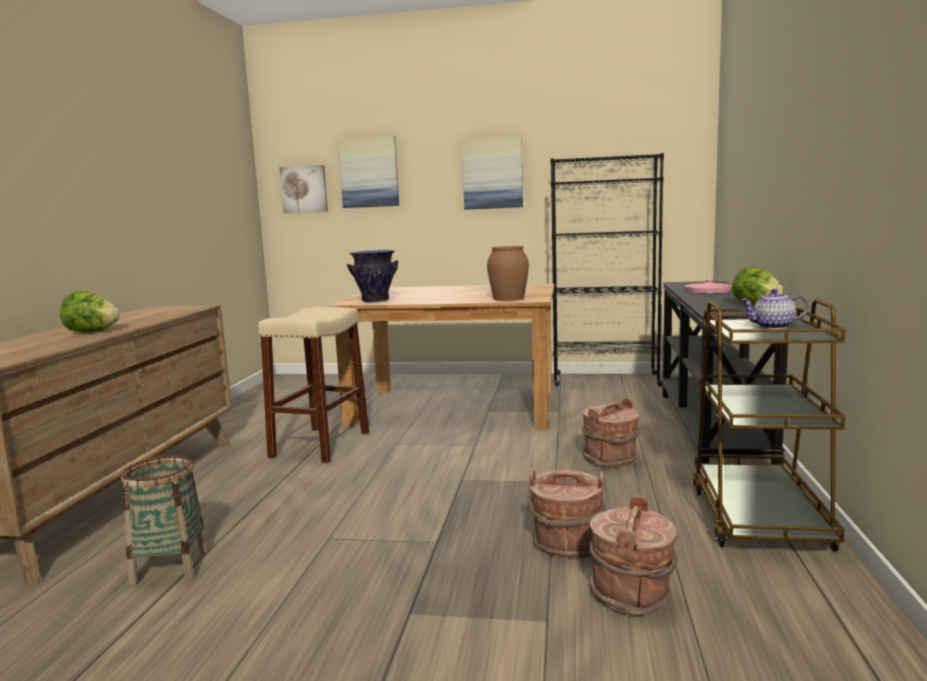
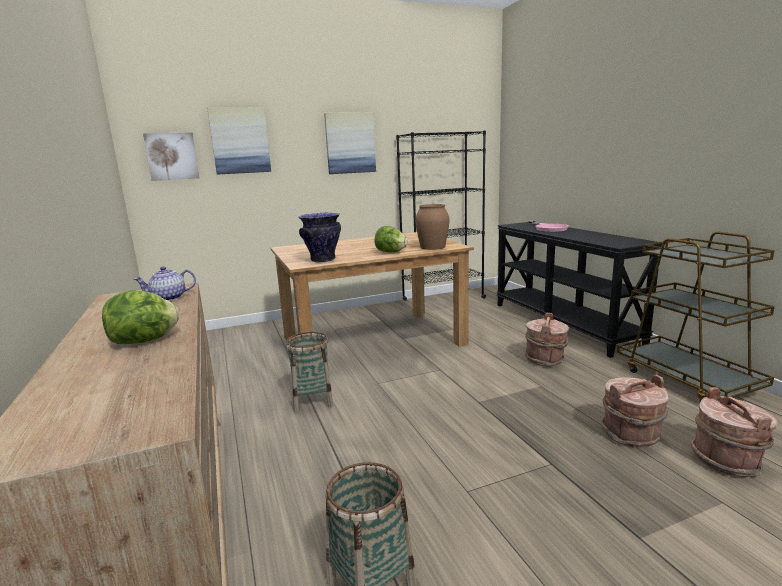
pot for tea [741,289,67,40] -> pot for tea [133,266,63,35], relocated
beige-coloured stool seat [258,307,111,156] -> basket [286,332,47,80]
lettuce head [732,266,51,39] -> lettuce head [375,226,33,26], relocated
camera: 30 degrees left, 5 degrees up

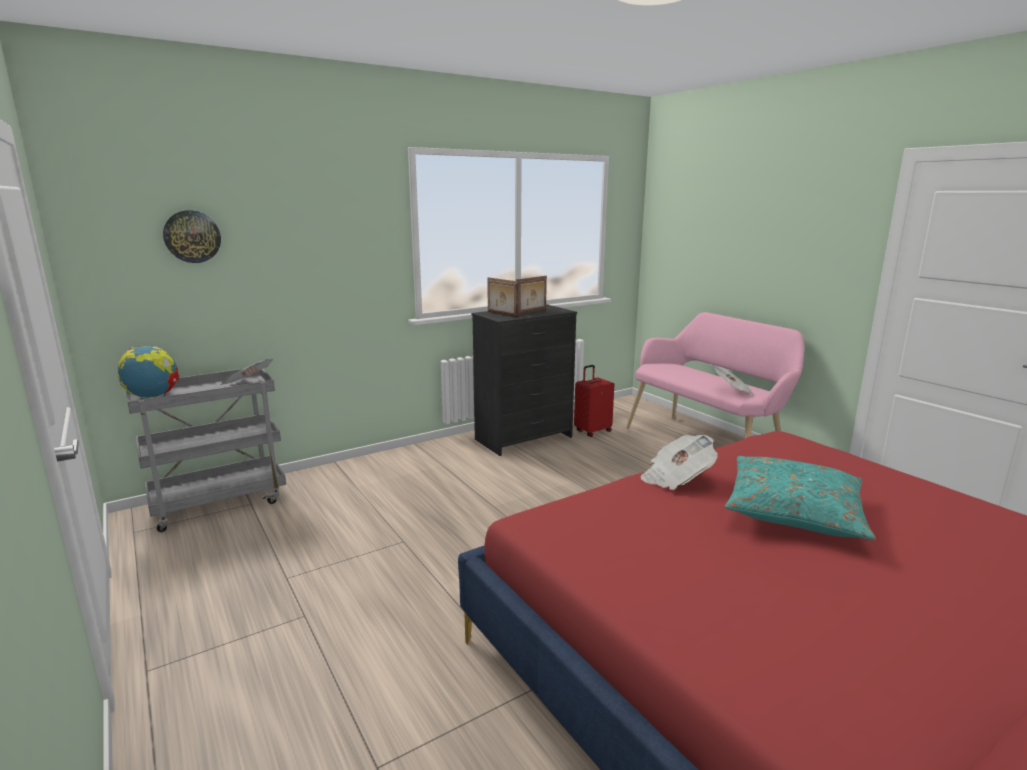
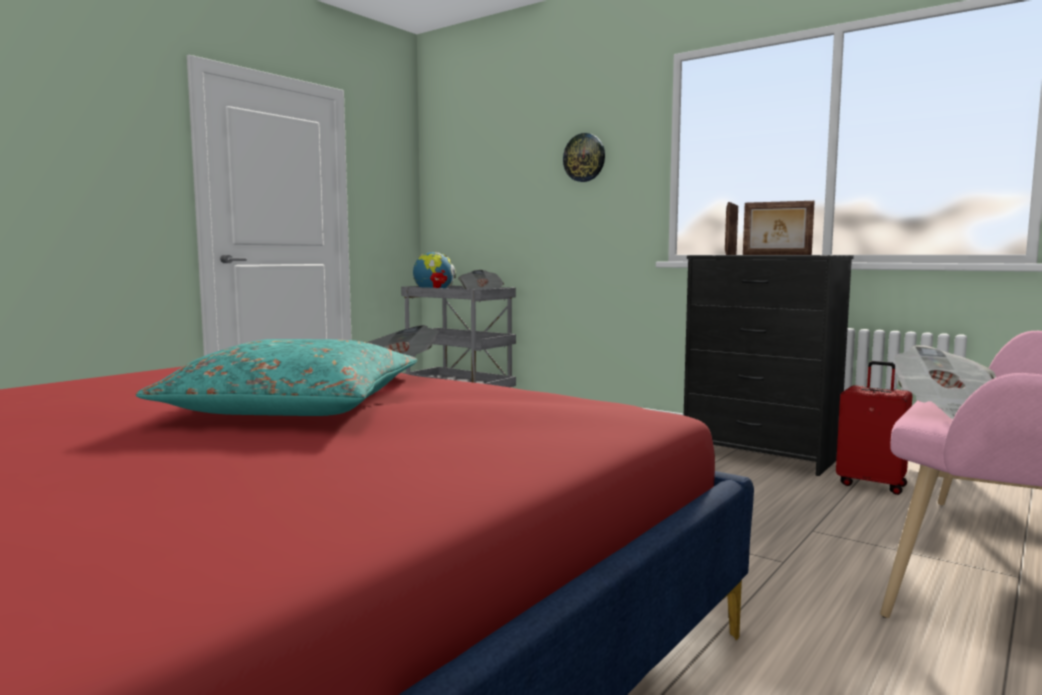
hanging clock [163,210,58,53] -> hanging clock [563,133,42,49], relocated
camera: 70 degrees right, 10 degrees down

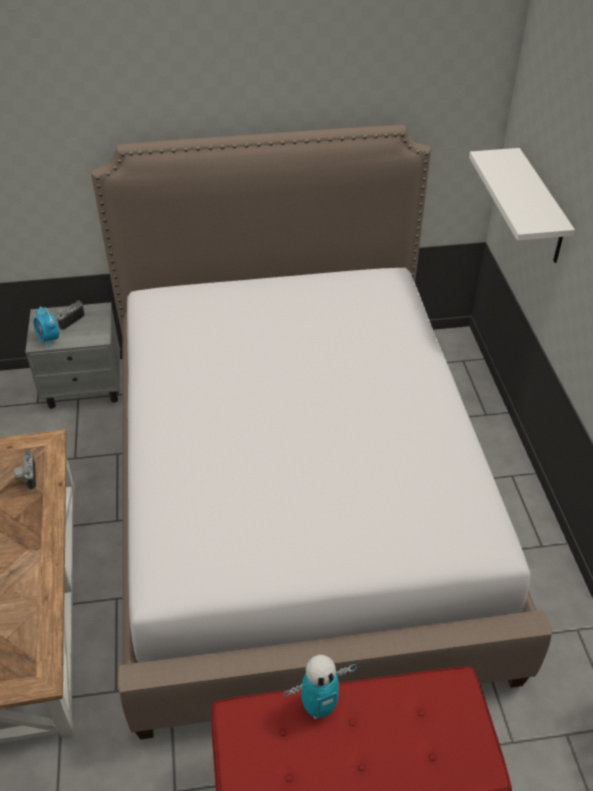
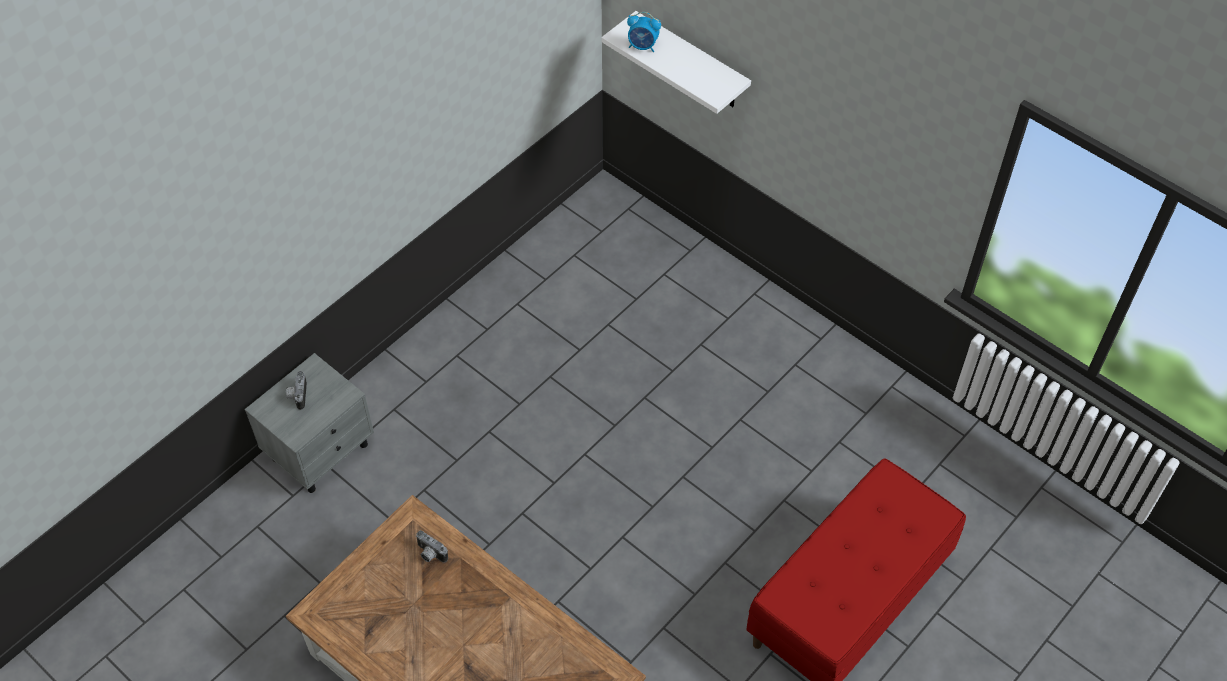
table clock [34,306,25,41] -> table clock [627,12,34,40], relocated
bed [91,125,461,615] -> none
toy robot [284,655,73,64] -> none
camera: 40 degrees left, 10 degrees up

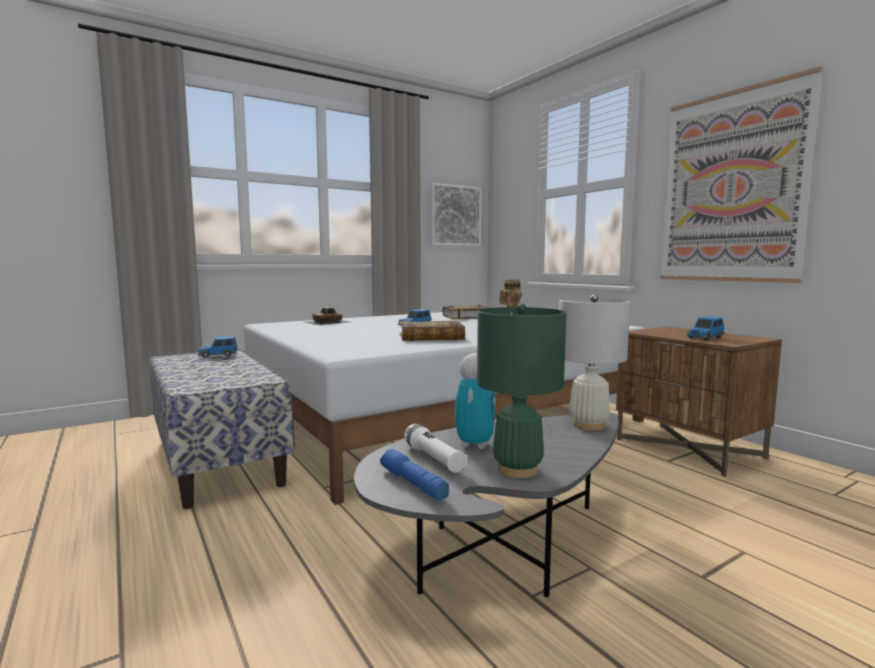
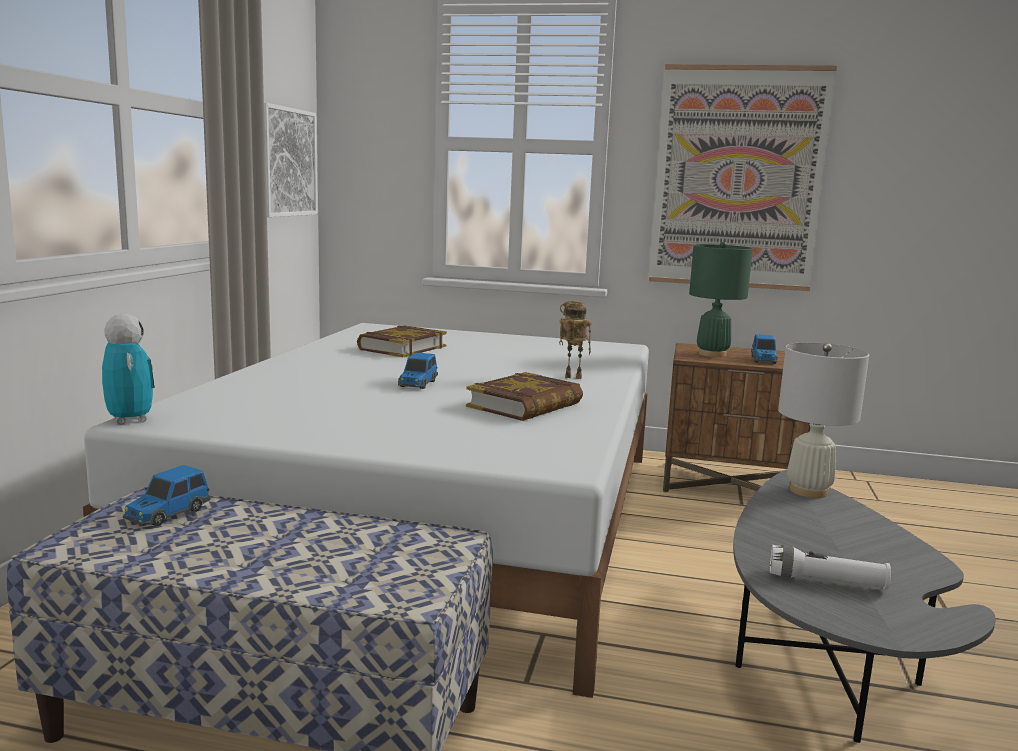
toy robot [455,353,41,96] -> toy robot [102,313,53,112], relocated
green lamp for a table [477,304,89,174] -> green lamp for a table [689,242,64,115], relocated
miniature car [305,307,44,18] -> none
blue-coloured torch [380,449,69,51] -> none
camera: 45 degrees left, 5 degrees up

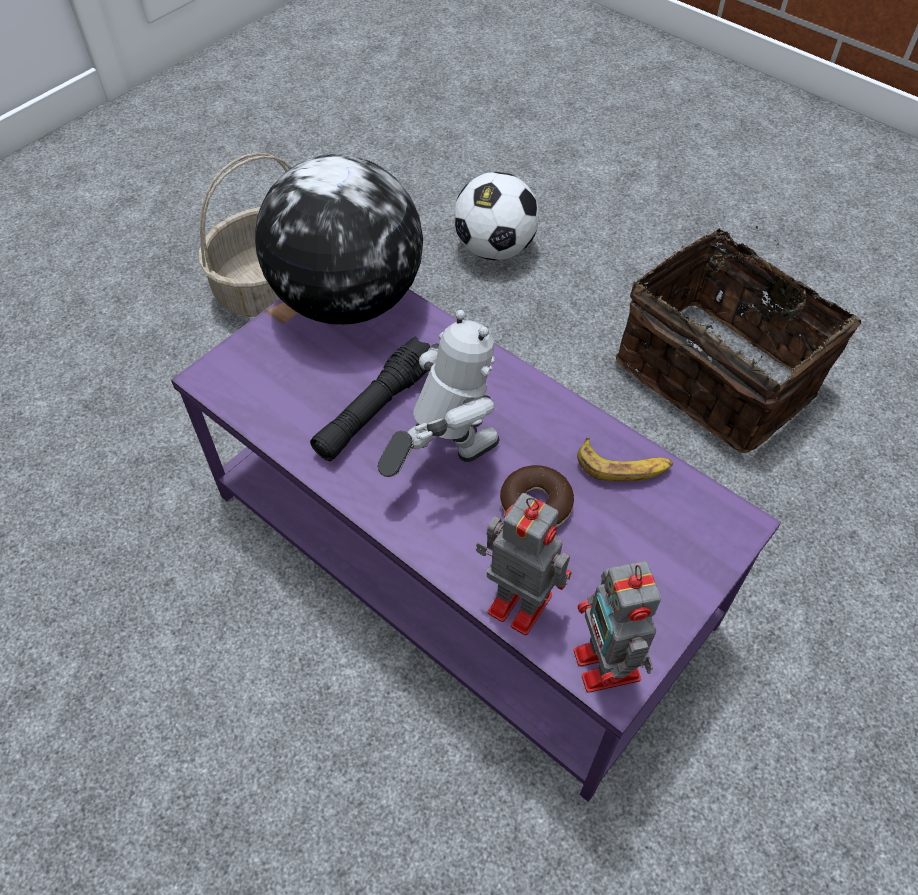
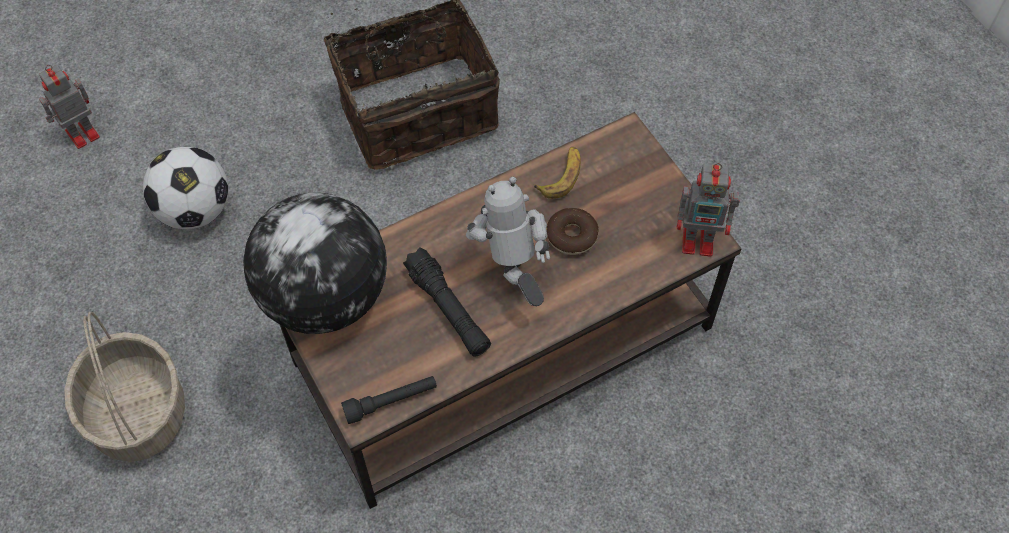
toy robot [476,493,96,142] -> toy robot [39,65,61,84], relocated
purplish lounge table [171,289,610,513] -> brown lounge table [280,112,462,397]
none -> black torch [341,376,96,48]
camera: 70 degrees left, 5 degrees up

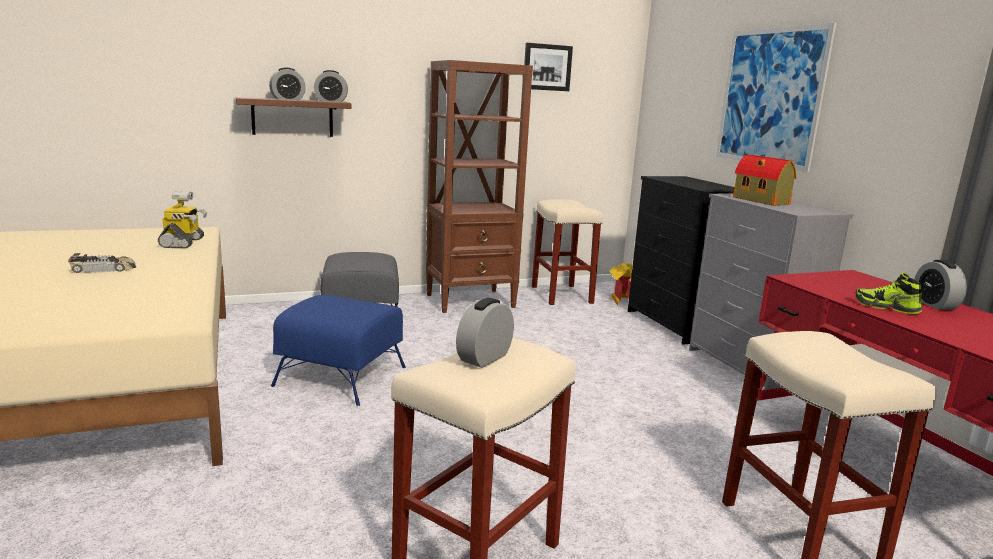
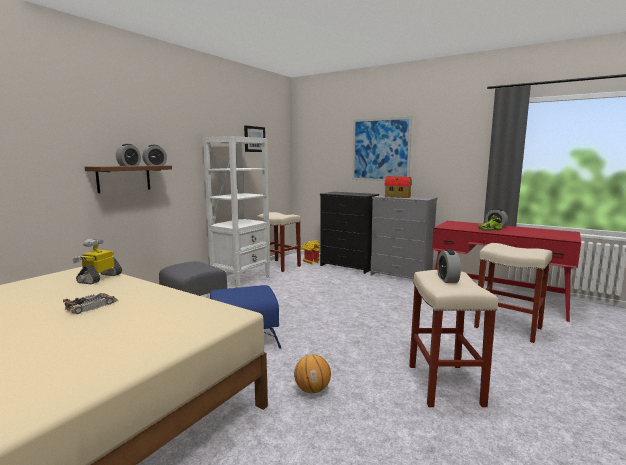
toy robot [158,191,49,58] -> toy robot [73,239,49,45], 120 degrees counterclockwise
brown bookcase [426,60,107,253] -> whitish bookcase [203,136,67,152]
none -> basketball ball [294,354,37,39]
camera: 35 degrees left, 5 degrees down

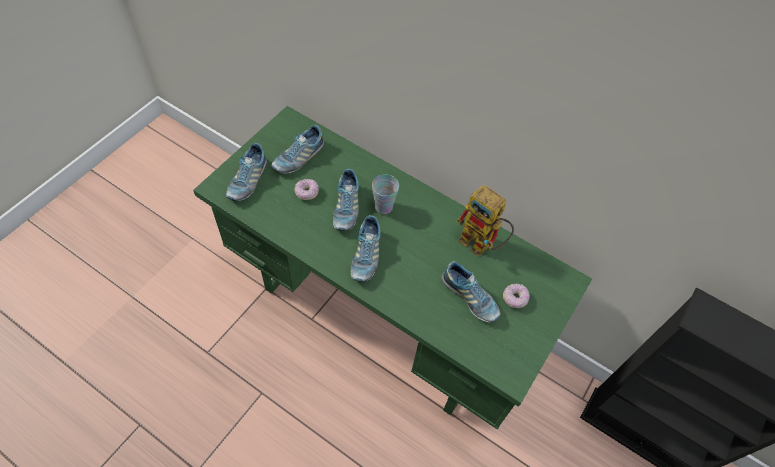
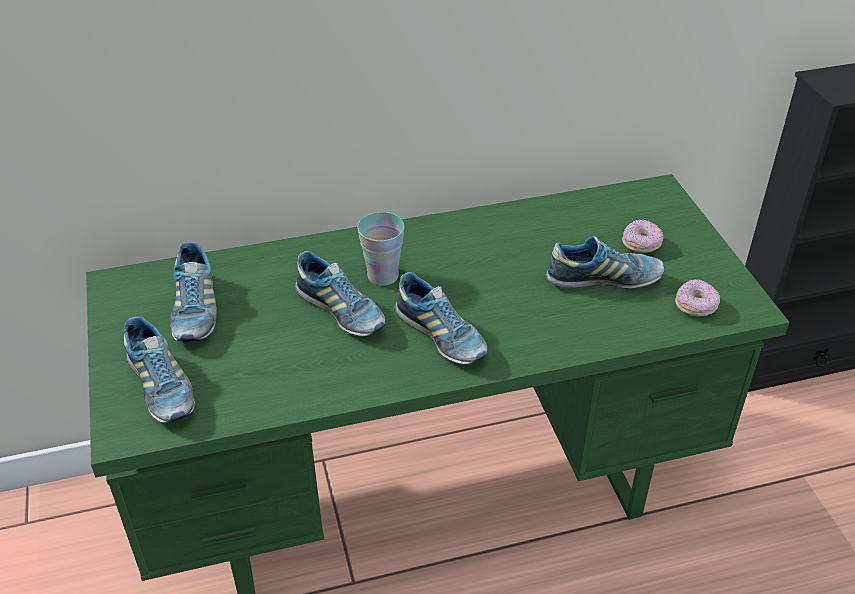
donut [294,179,25,21] -> donut [675,279,45,37], relocated
toy robot [456,185,58,71] -> none
camera: 45 degrees left, 15 degrees down

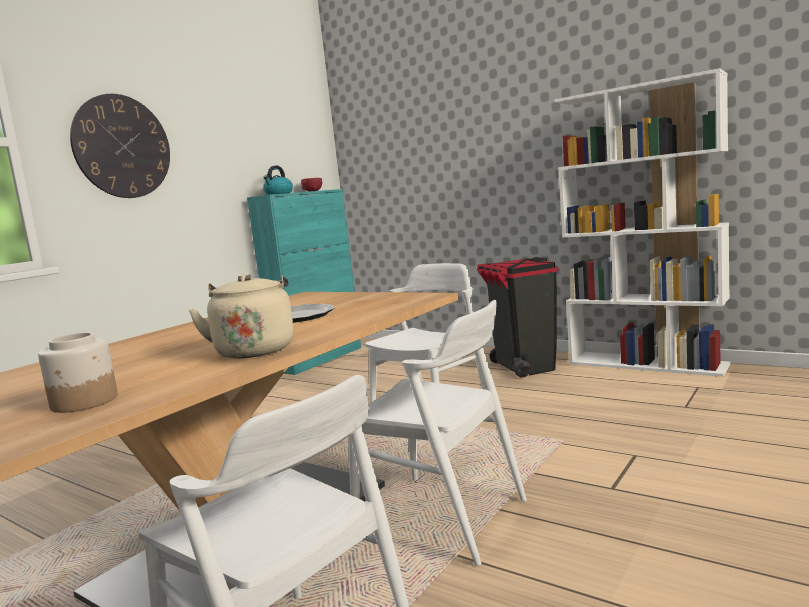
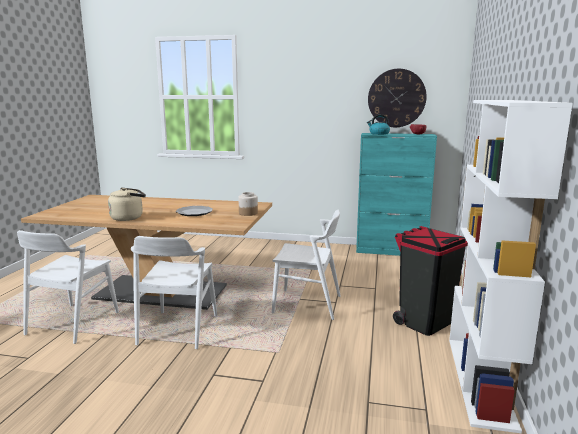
storage jar [38,333,80,80] -> storage jar [238,192,20,24], relocated
hanging clock [70,94,100,104] -> hanging clock [368,69,59,58], relocated
camera: 65 degrees right, 5 degrees up

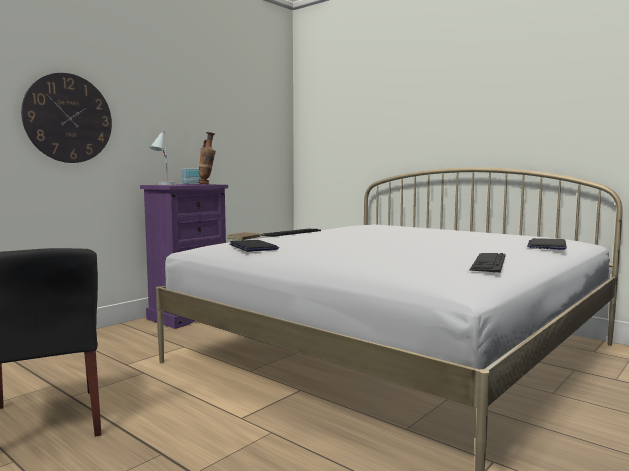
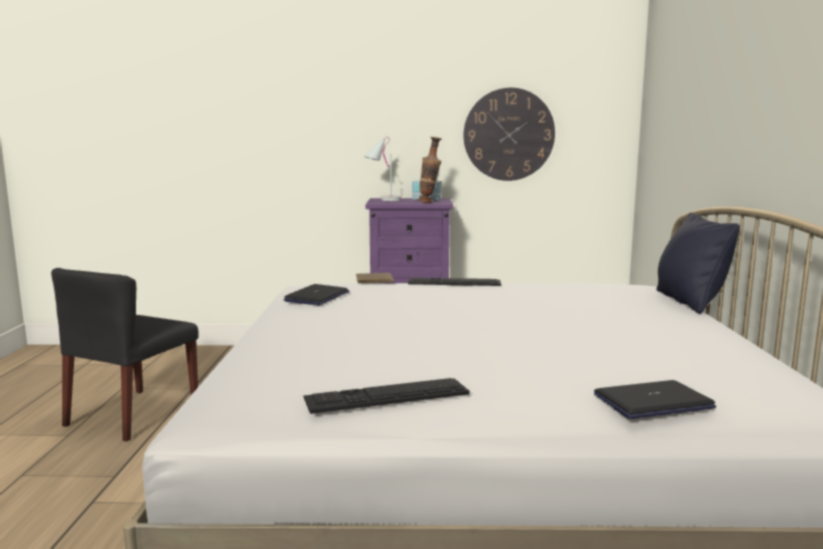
hanging clock [21,73,91,90] -> hanging clock [464,88,91,93], relocated
none -> black throw pillow [656,212,84,102]
camera: 50 degrees right, 5 degrees up

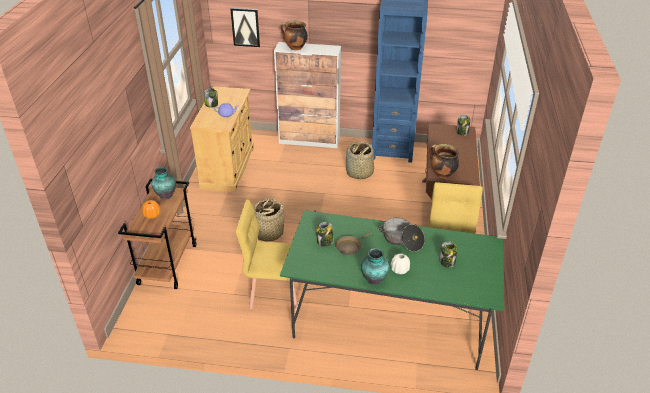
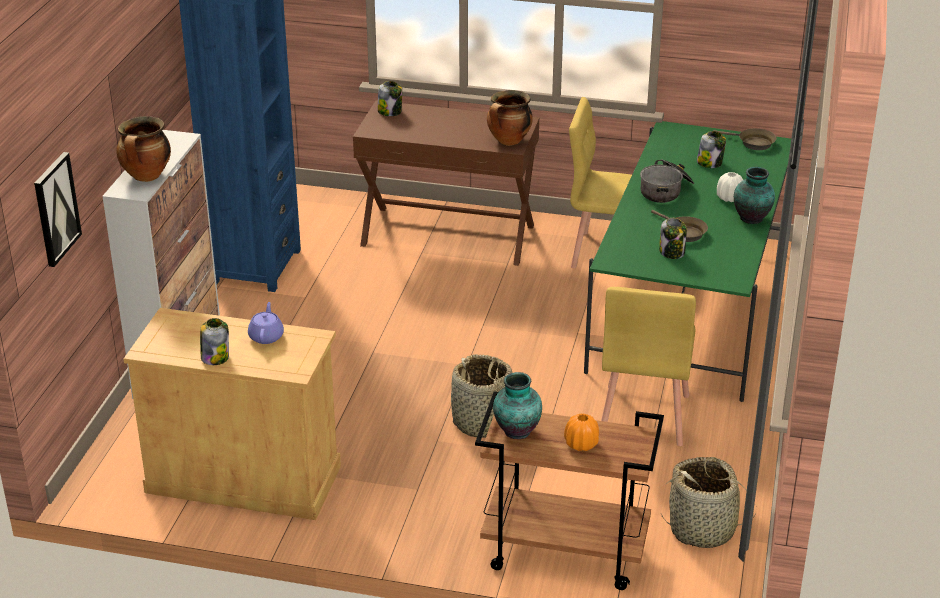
basket [346,141,28,38] -> basket [661,457,95,91], relocated
none -> brown frying pan [713,128,63,22]
camera: 85 degrees left, 5 degrees down

